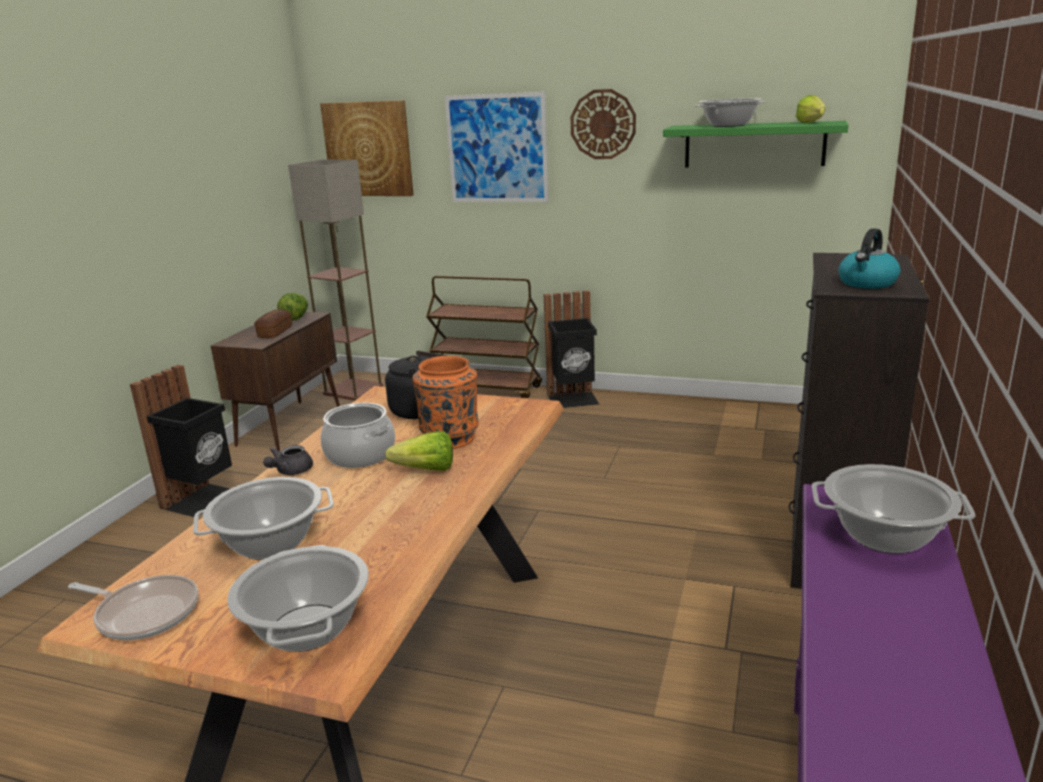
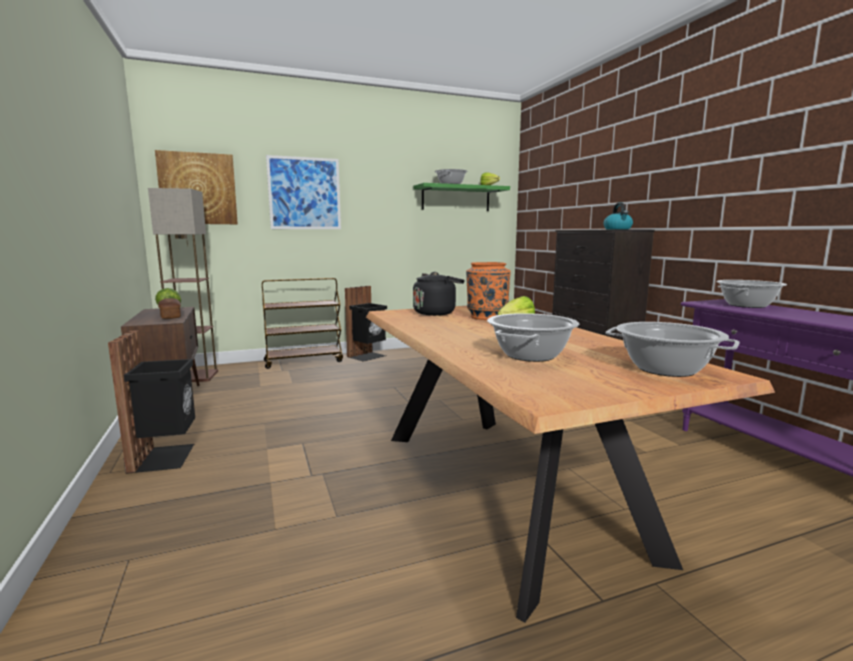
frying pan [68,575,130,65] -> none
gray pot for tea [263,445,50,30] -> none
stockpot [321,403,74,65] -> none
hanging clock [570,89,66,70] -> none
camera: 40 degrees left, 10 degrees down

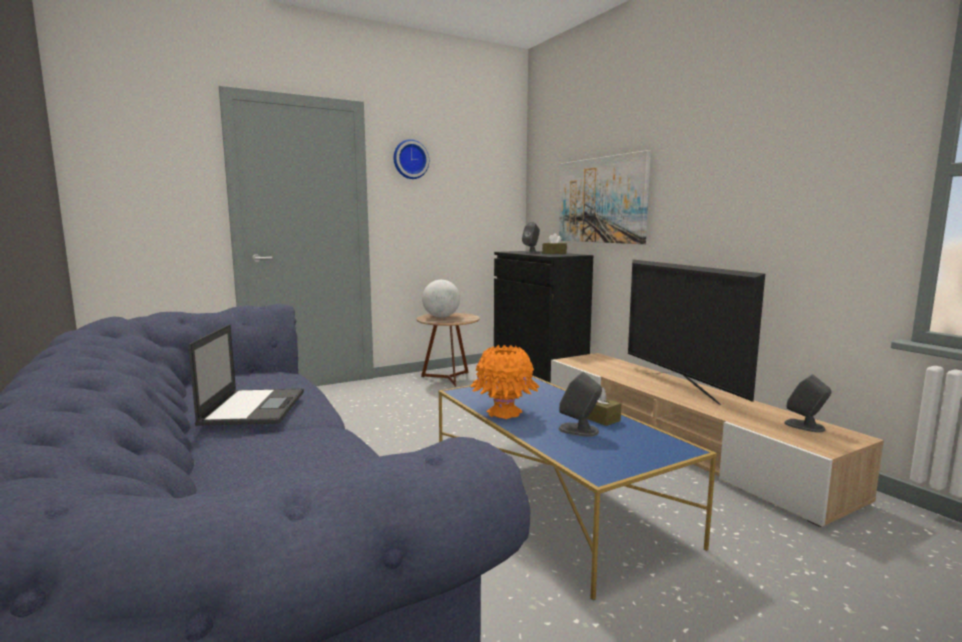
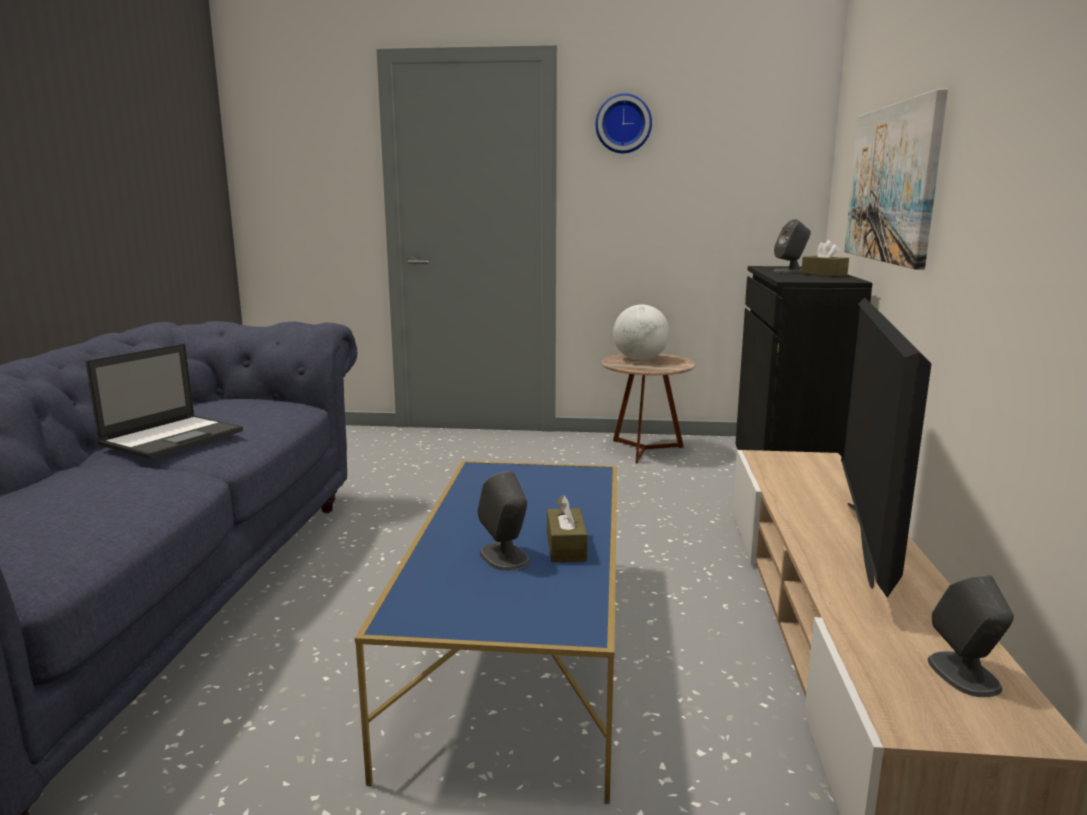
orange-coloured flower vase [470,345,70,74] -> none
camera: 35 degrees right, 5 degrees up

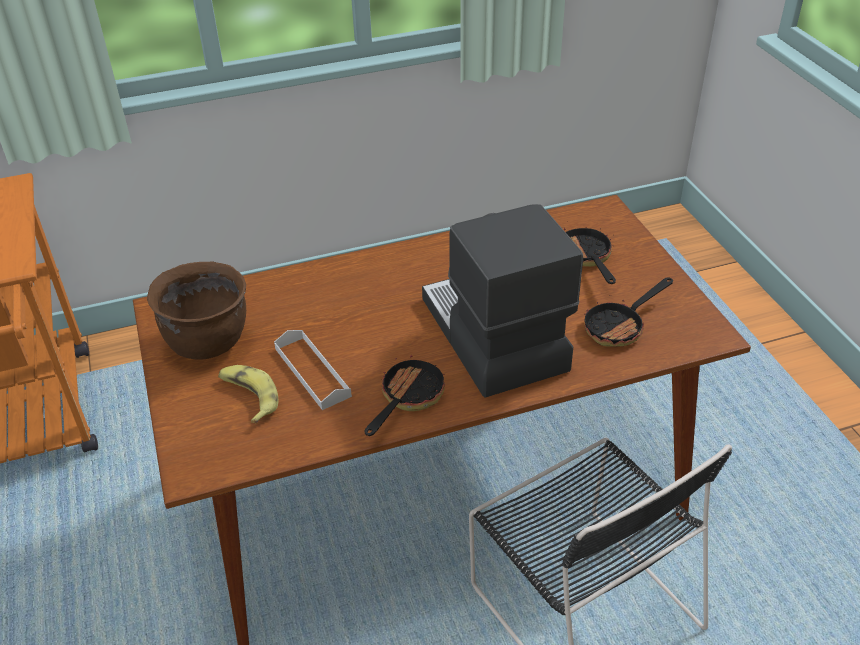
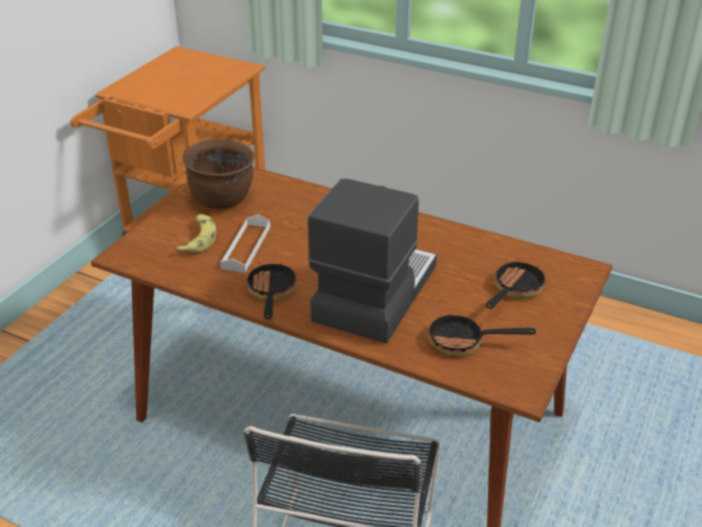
frying pan [364,355,81,81] -> frying pan [246,262,51,57], 75 degrees counterclockwise
camera: 45 degrees right, 5 degrees down

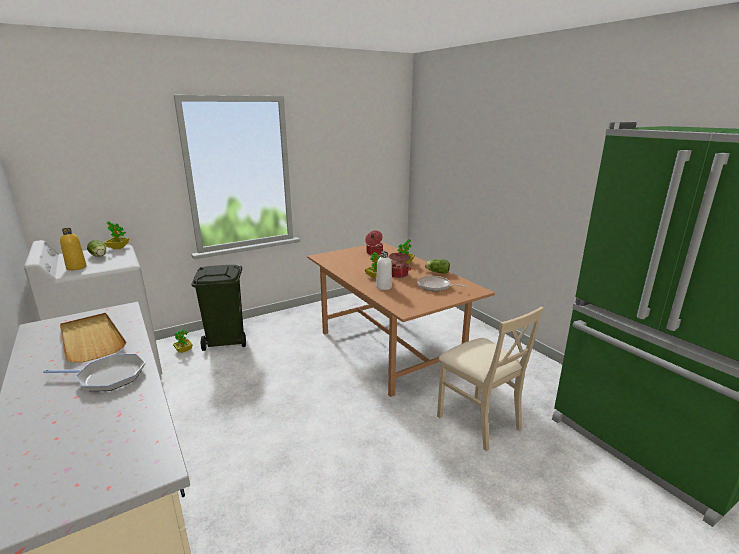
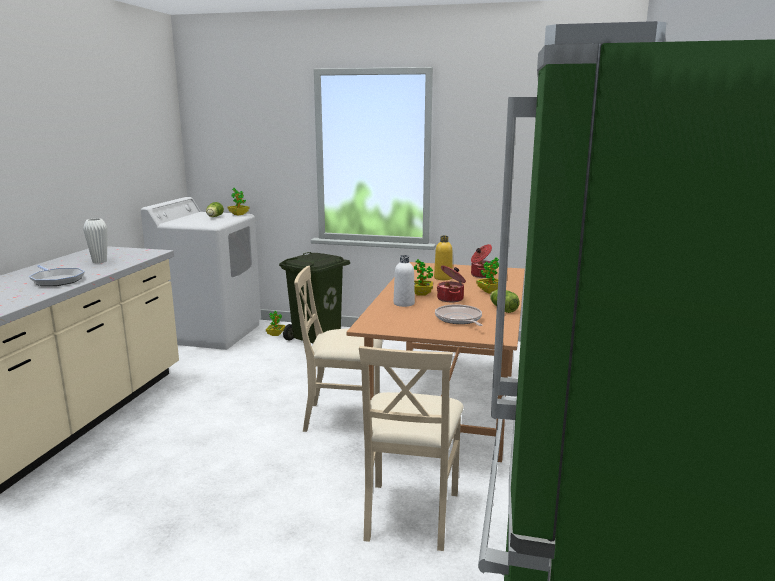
beige-coloured serving tray [60,313,66,50] -> whitish flower vase [83,218,24,45]
none -> beige-coloured chair [294,266,89,166]
yellow-coloured beverage bottle [60,228,26,42] -> yellow-coloured beverage bottle [434,236,19,44], relocated
camera: 45 degrees right, 5 degrees down

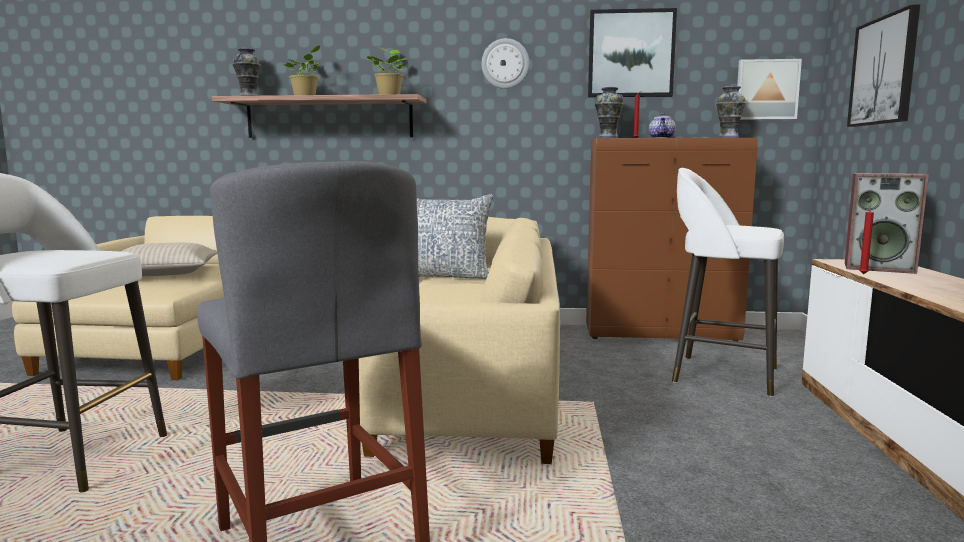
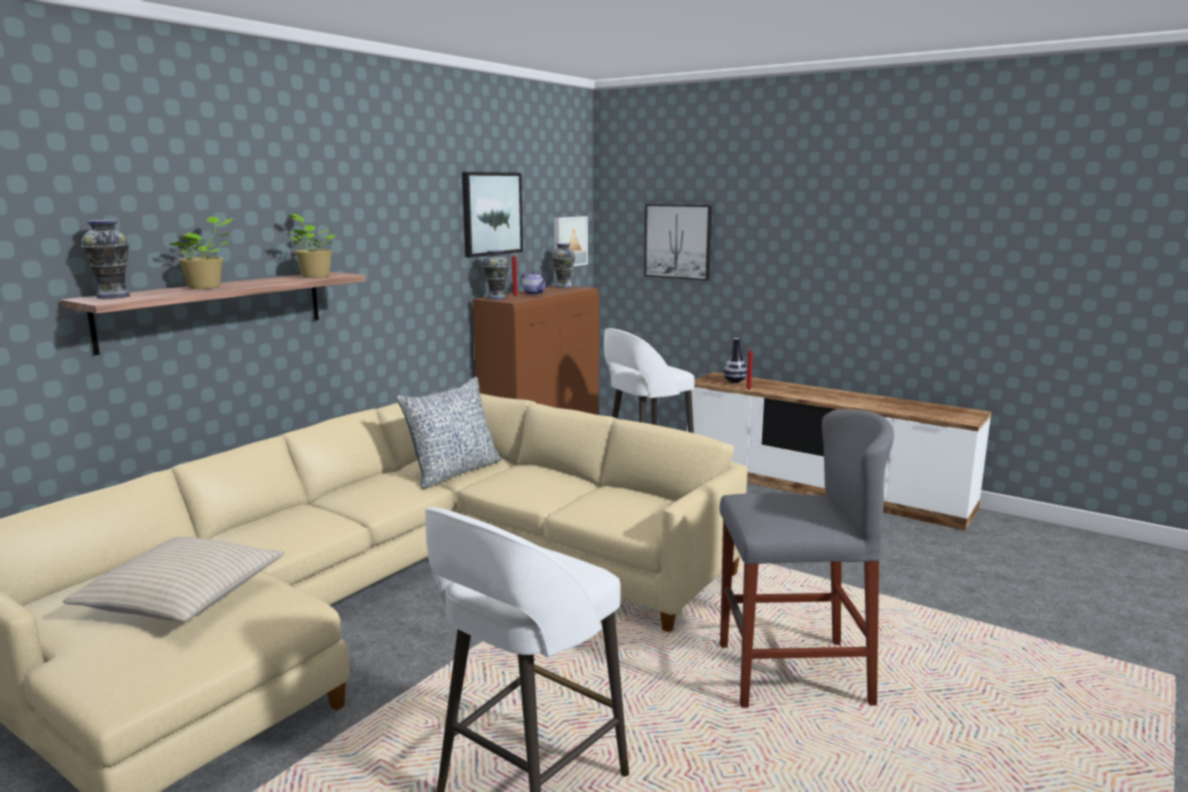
audio speaker [845,173,84,101] -> flower vase [723,338,24,45]
hanging clock [481,38,49,51] -> none
camera: 60 degrees left, 5 degrees up

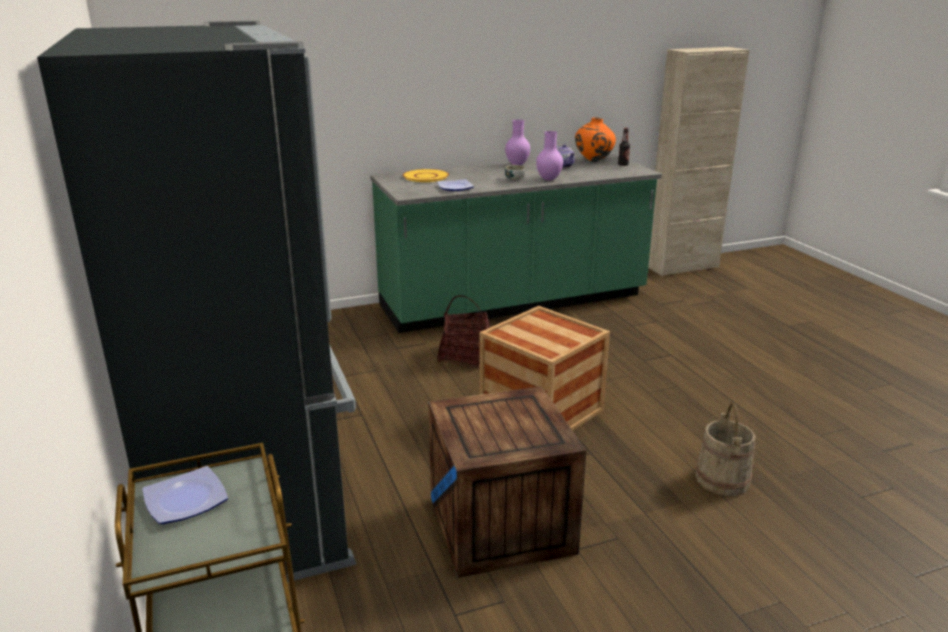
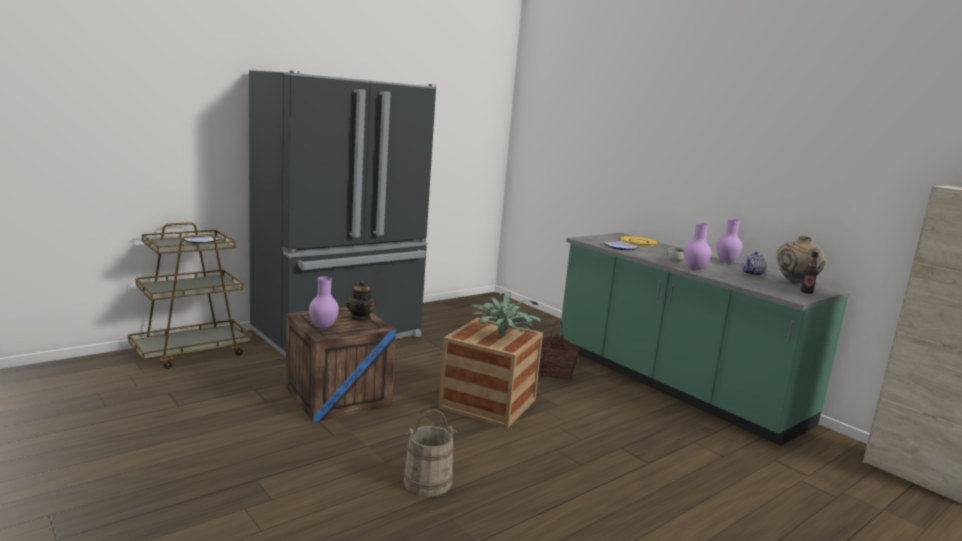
none -> purplish flower vase [309,276,30,53]
none -> pot for tea [346,280,30,41]
none -> plant in a pot [470,292,72,46]
orange-coloured flower vase [575,117,41,45] -> beige-coloured flower vase [777,236,49,48]
camera: 70 degrees right, 10 degrees down

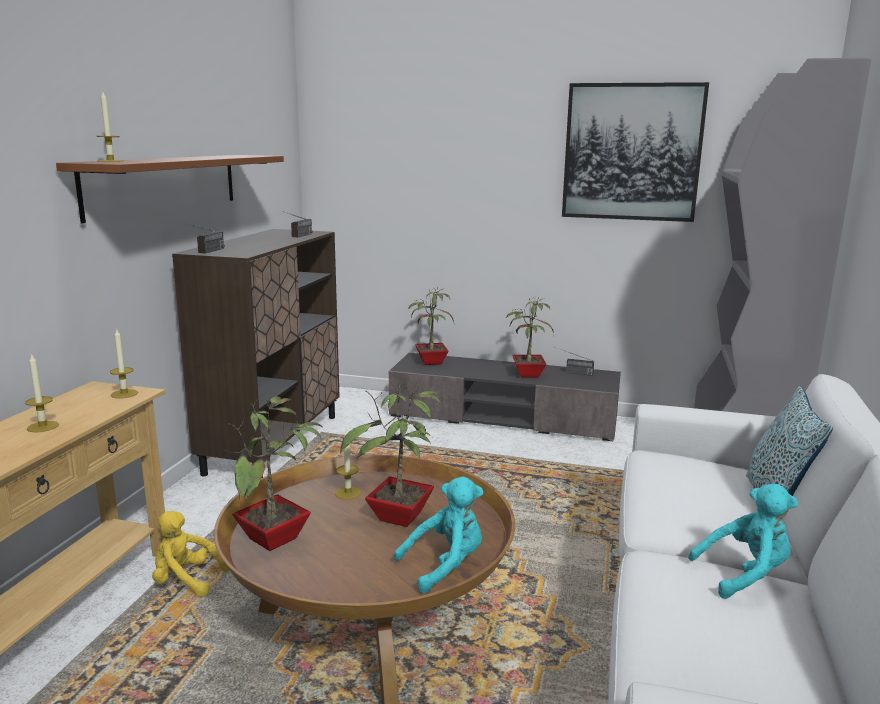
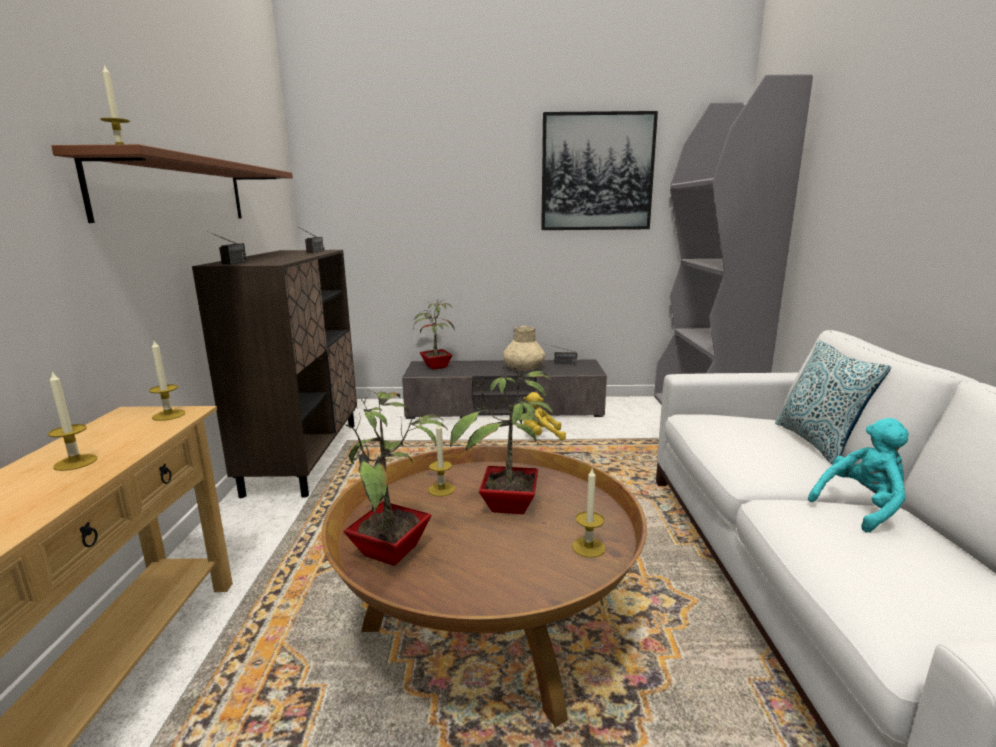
plant in a pot [505,297,49,81] -> beige-coloured flower vase [503,326,42,45]
yellow-coloured plush toy [152,511,77,86] -> yellow-coloured plush toy [523,392,43,48], relocated
blue-green plush toy [394,477,90,116] -> candle [572,467,33,91]
camera: 15 degrees left, 0 degrees up

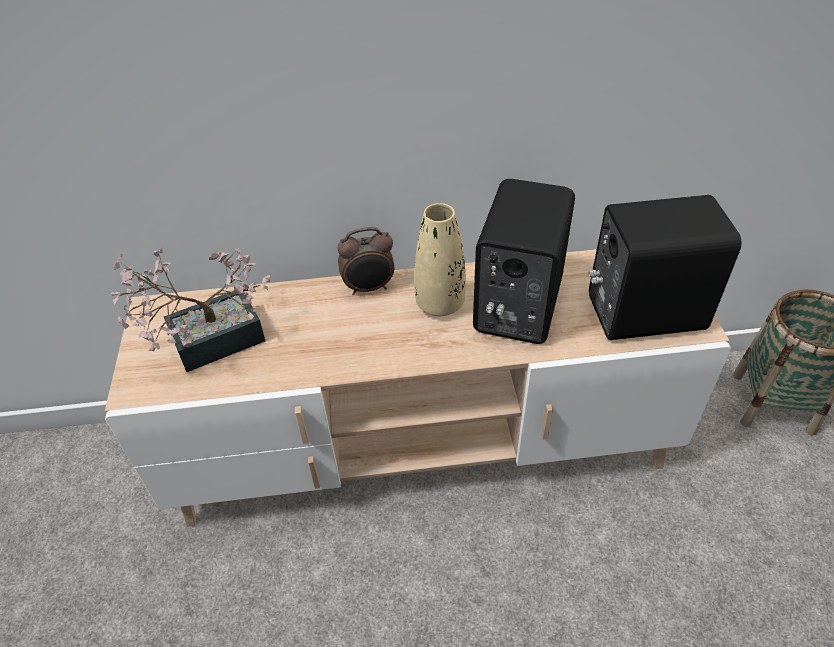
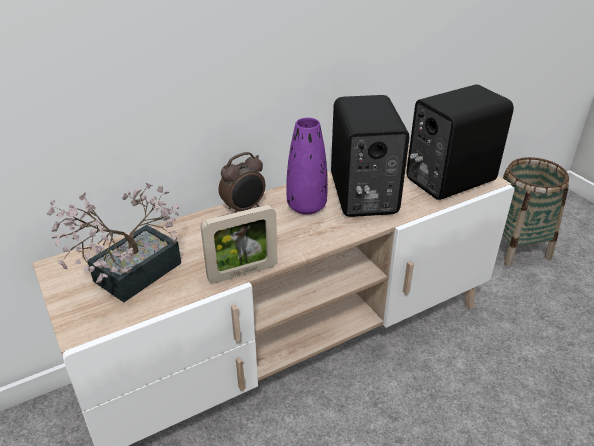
none -> standing frame [201,205,76,78]
beige-coloured flower vase [414,203,52,113] -> purplish flower vase [286,118,42,97]
camera: 25 degrees left, 10 degrees down

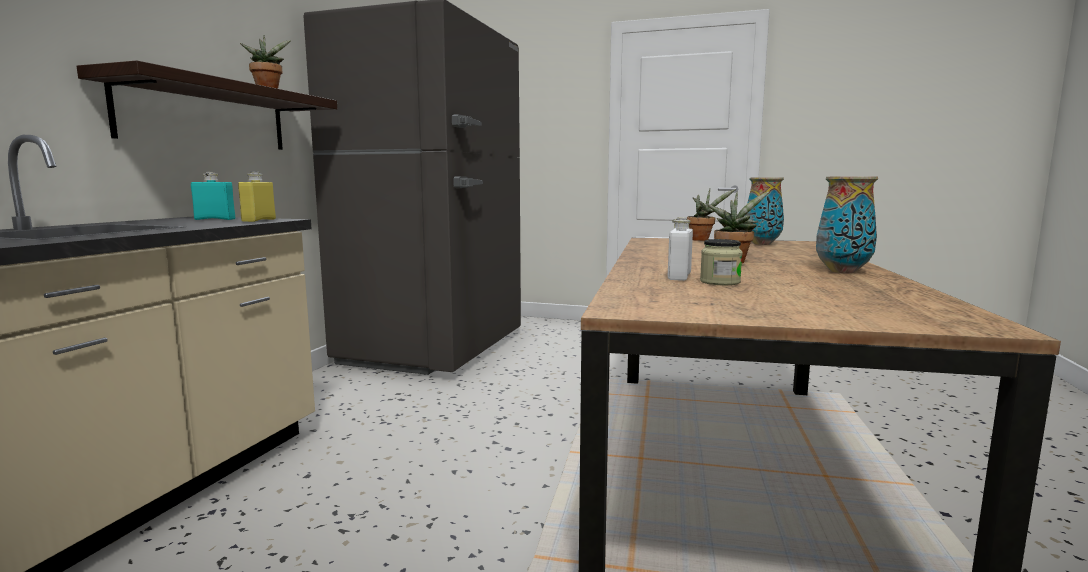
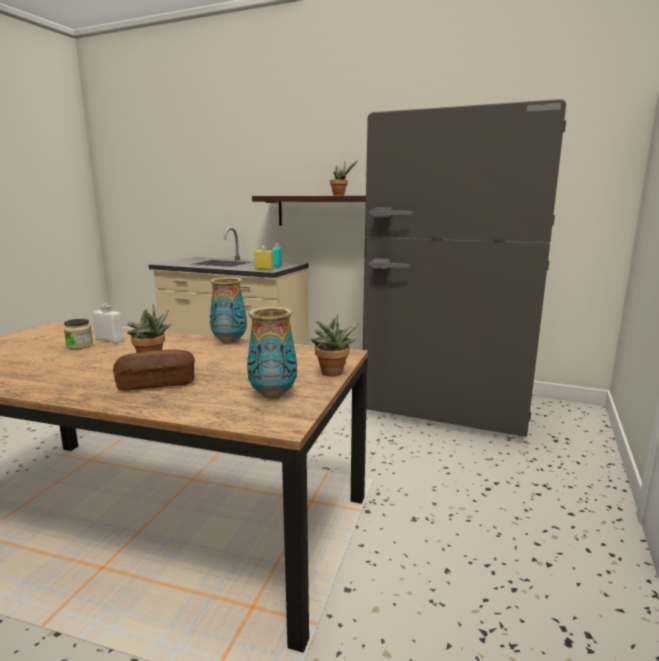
none -> bread [113,350,82,41]
flower vase [816,177,62,96] -> flower vase [210,277,37,67], relocated
camera: 95 degrees right, 5 degrees up

